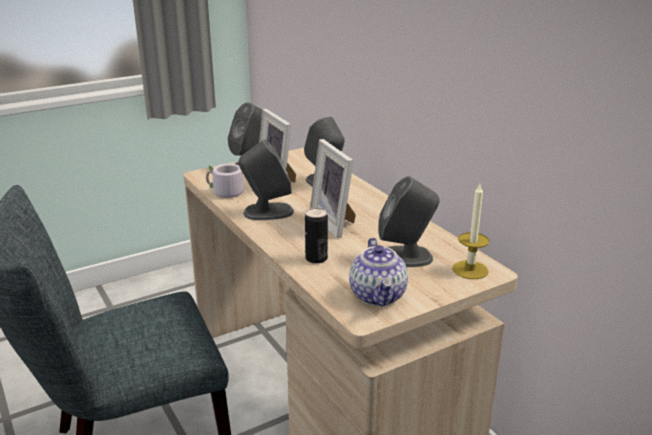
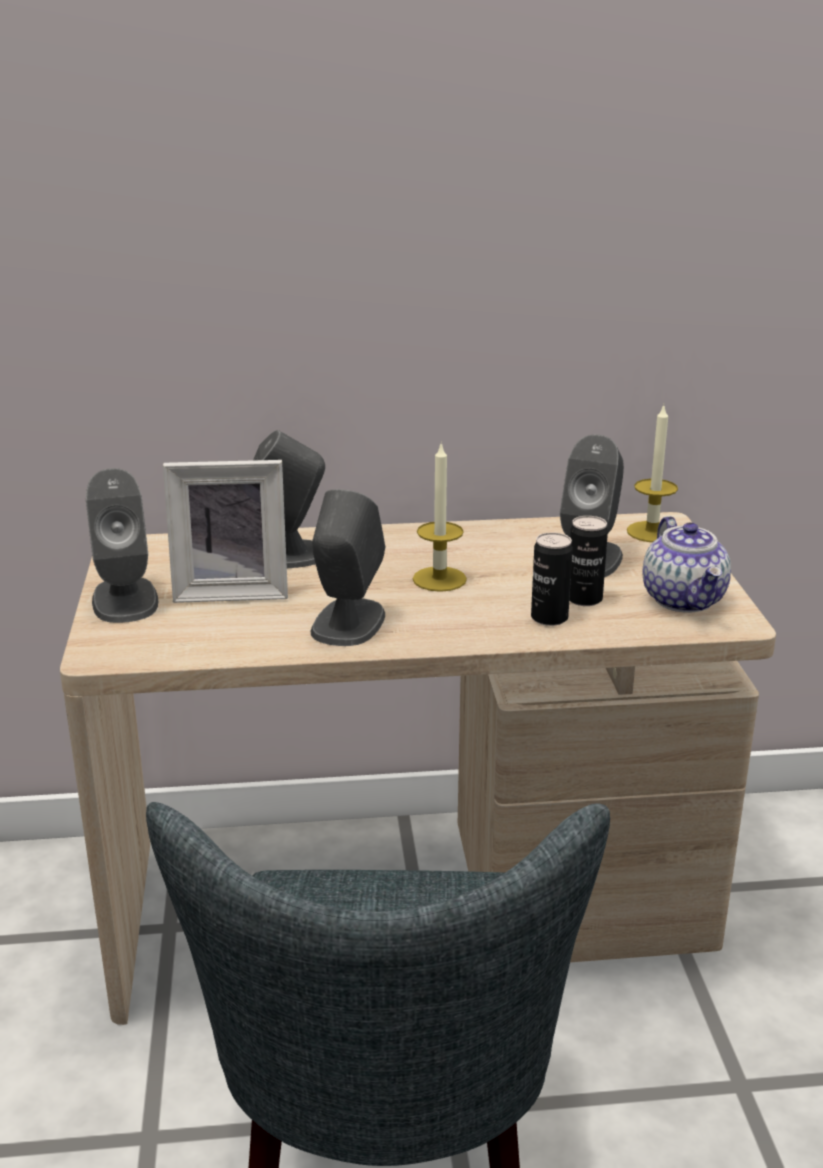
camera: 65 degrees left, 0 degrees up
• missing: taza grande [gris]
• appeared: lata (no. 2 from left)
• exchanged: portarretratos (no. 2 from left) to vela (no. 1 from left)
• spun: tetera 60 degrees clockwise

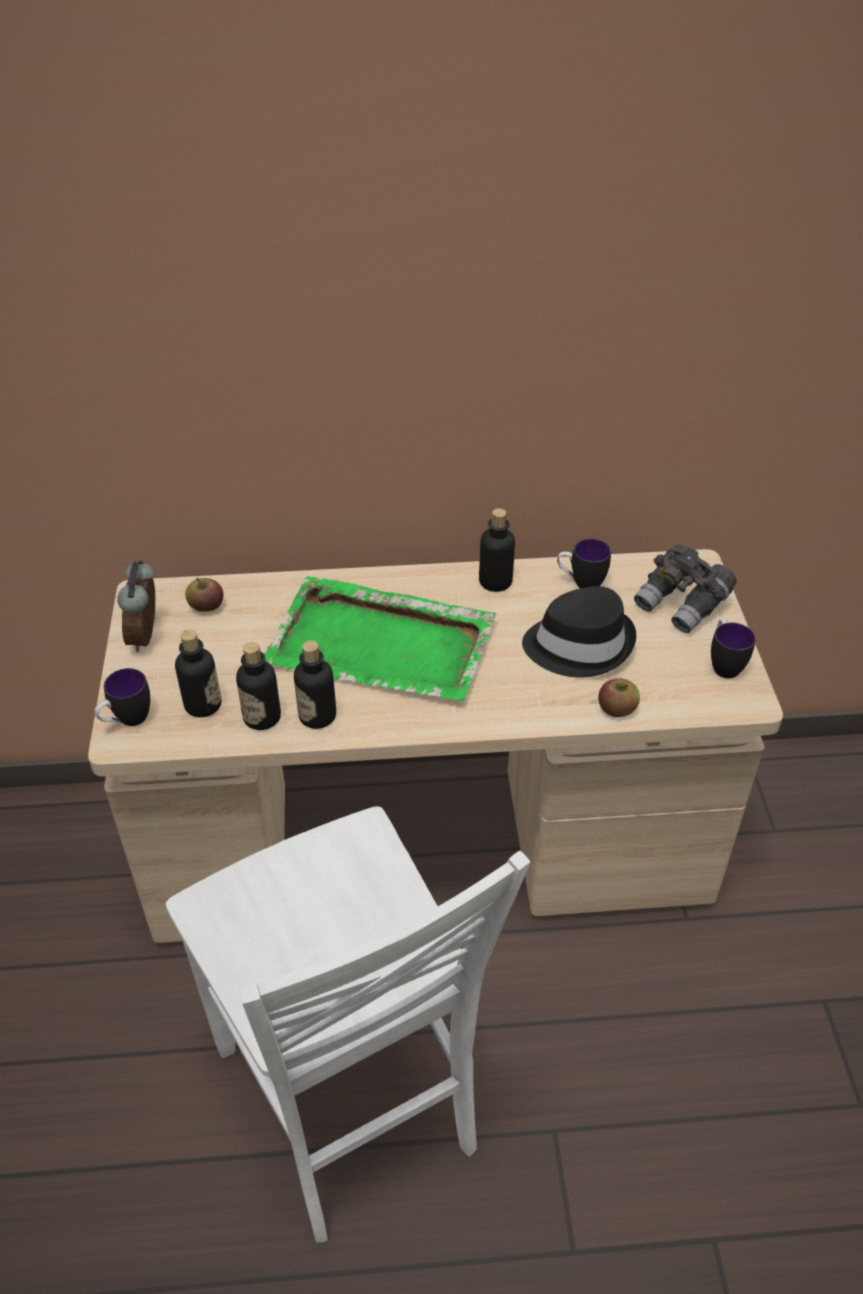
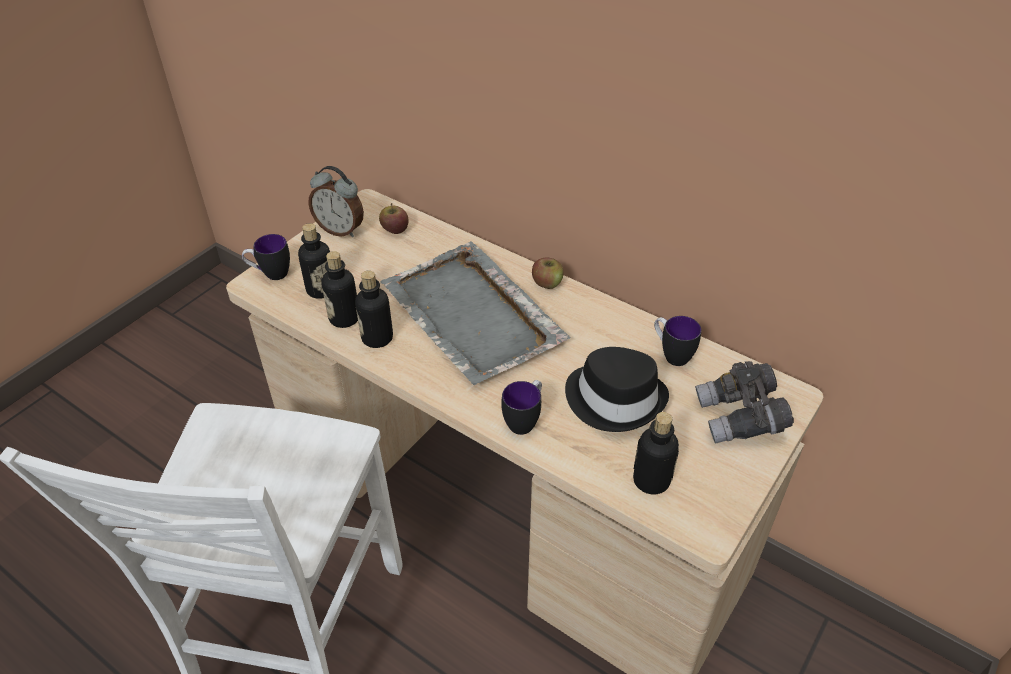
camera: 40 degrees right, 0 degrees up
• relocated: botella (no. 4 from left)
• relocated: manzana (no. 2 from left)
• relocated: taza grande (no. 3 from left in the first image) to taza grande (no. 2 from left)
• colour: bandeja [verde] to bandeja [gris]
• spun: despertador 105 degrees counterclockwise

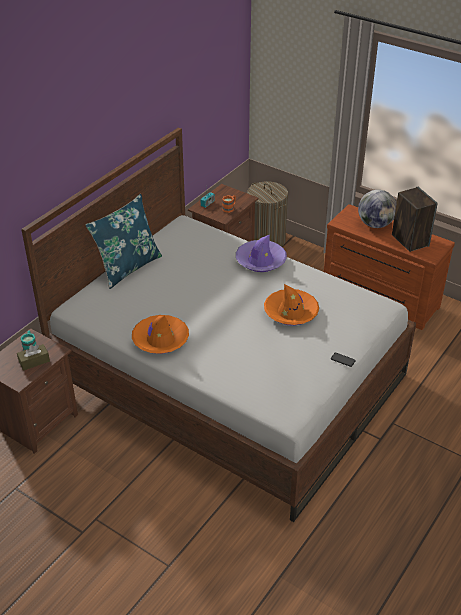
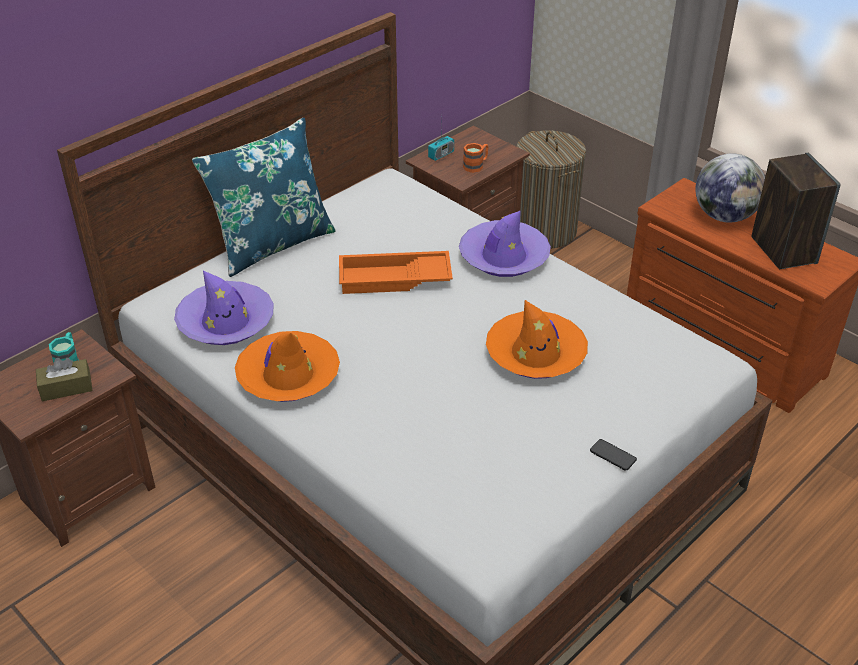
camera: 10 degrees right, 0 degrees up
• appeared: sombrero [morado] (no. 1 from left)
• appeared: bandeja [naranja]

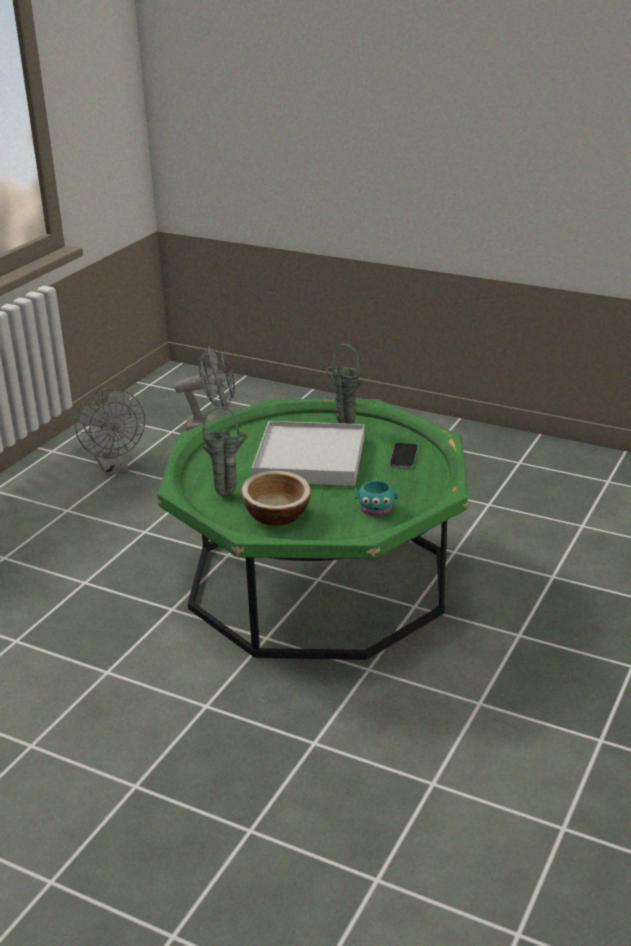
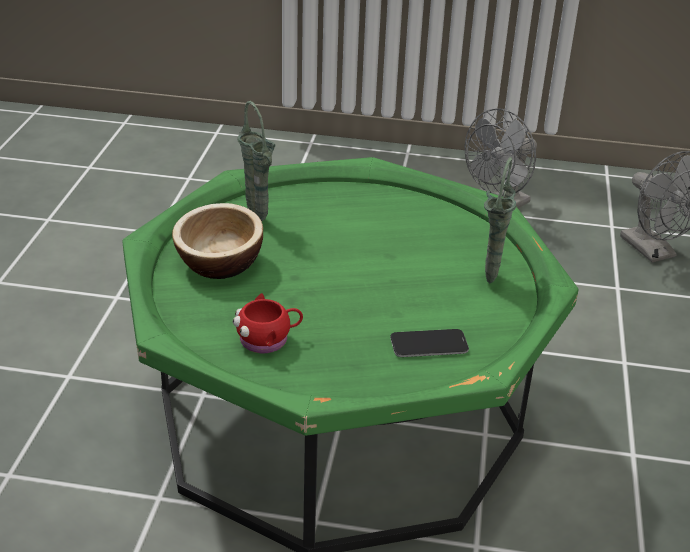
camera: 70 degrees right, 5 degrees up
• missing: bandeja [blanco]
• colour: taza grande [turquesa] to taza grande [rojo]

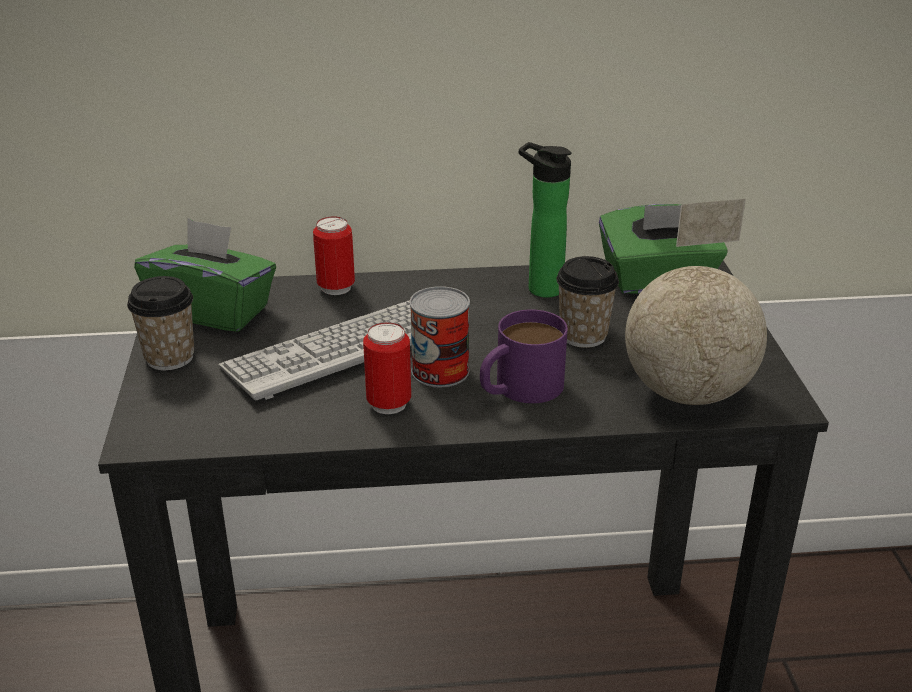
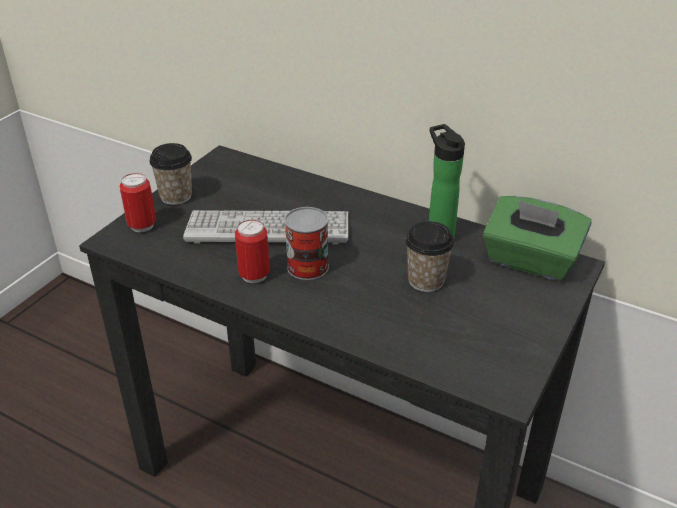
camera: 35 degrees right, 5 degrees up
• missing: caja de pañuelos [verde] (no. 1 from left)
• missing: taza grande [morado]
• missing: globo terráqueo
• relocated: lata (no. 1 from left)

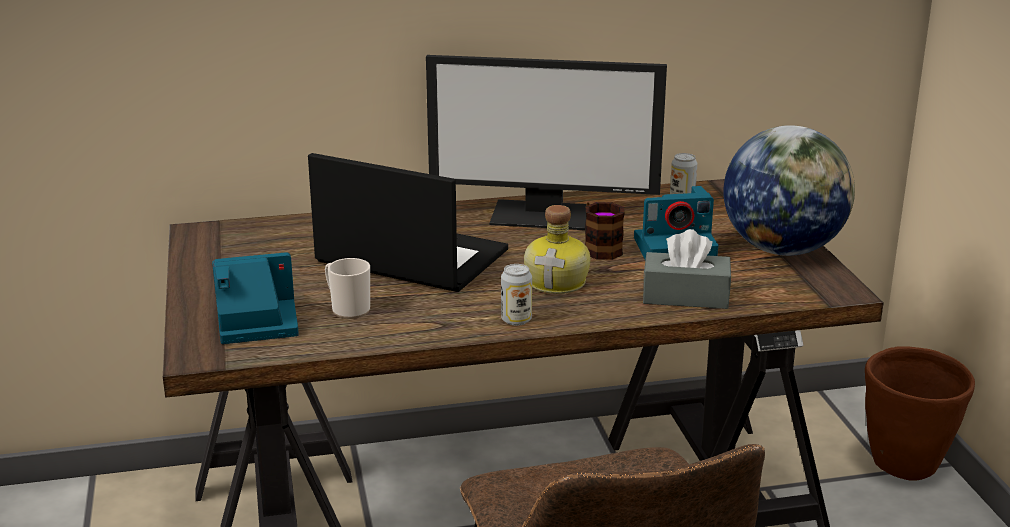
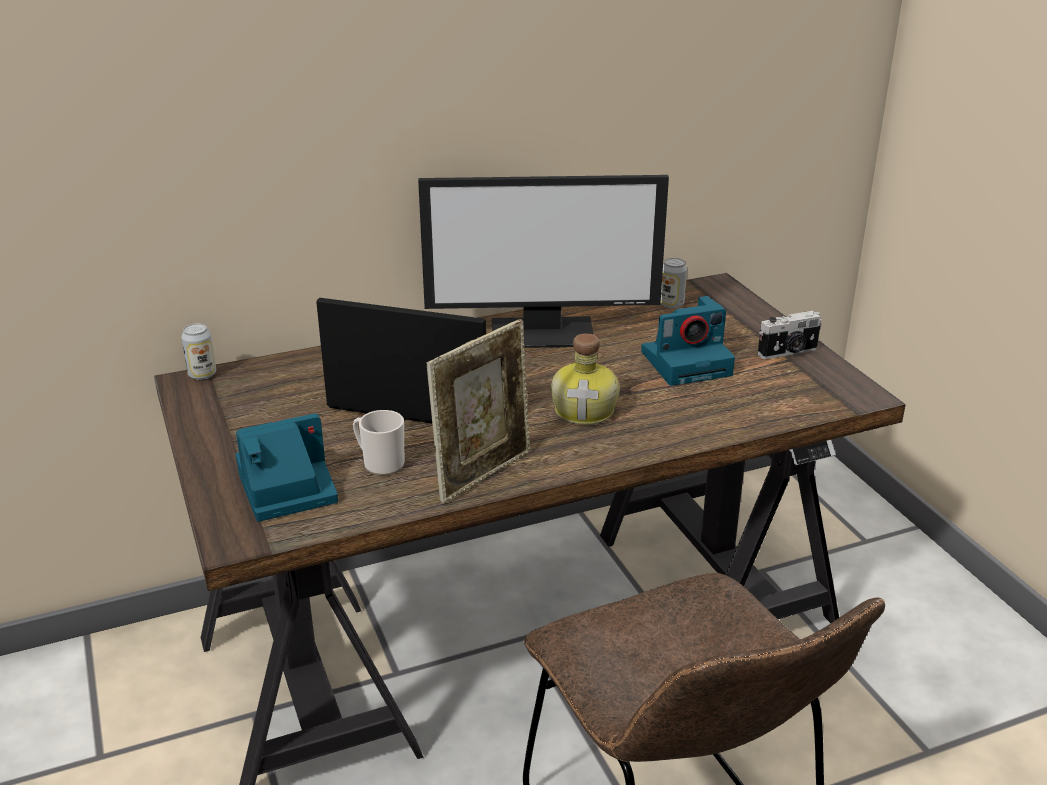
camera: 10 degrees left, 5 degrees up
• missing: taza grande (no. 2 from left)
• missing: caja de pañuelos [gris]
• missing: maceta [marrón]
• appeared: portarretratos
• relocated: lata (no. 1 from left)
• exchanged: globo terráqueo to cámara (no. 3 from left)

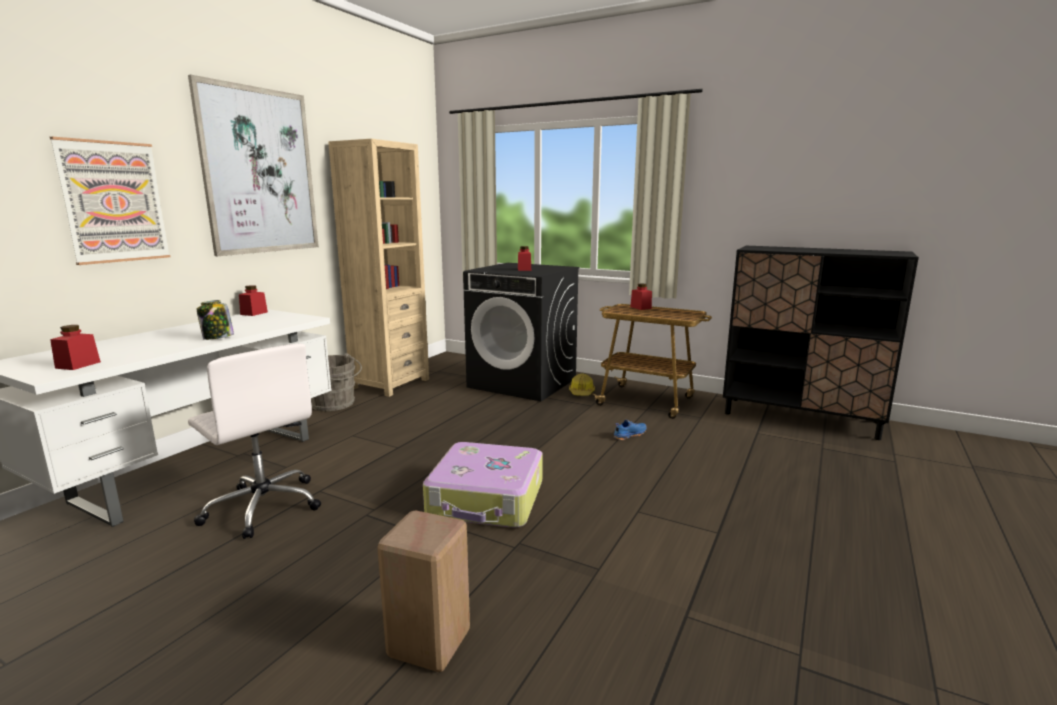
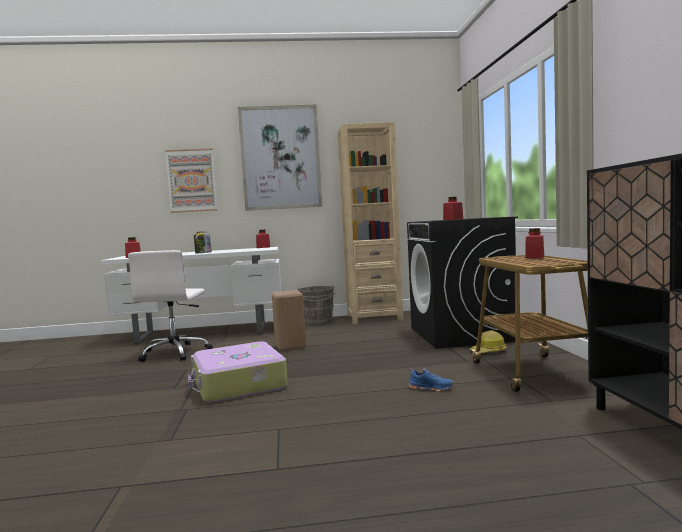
camera: 55 degrees right, 10 degrees down
• relocated: taburete [beis]

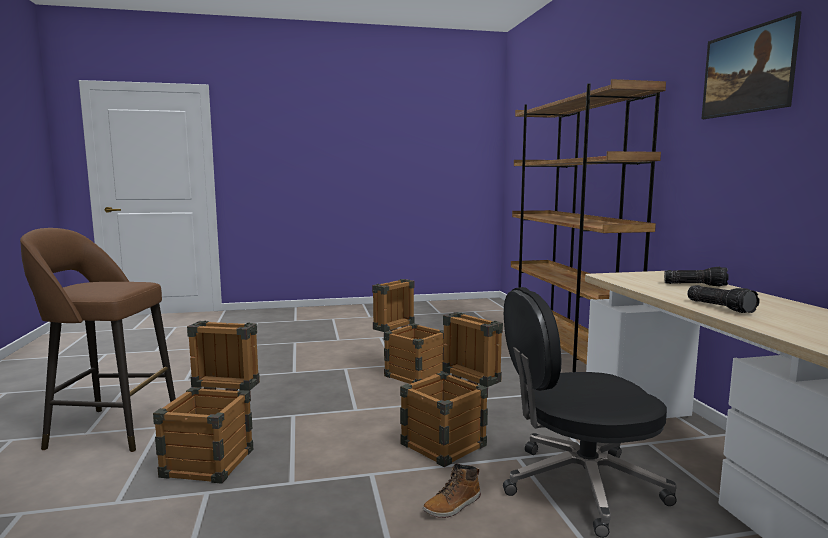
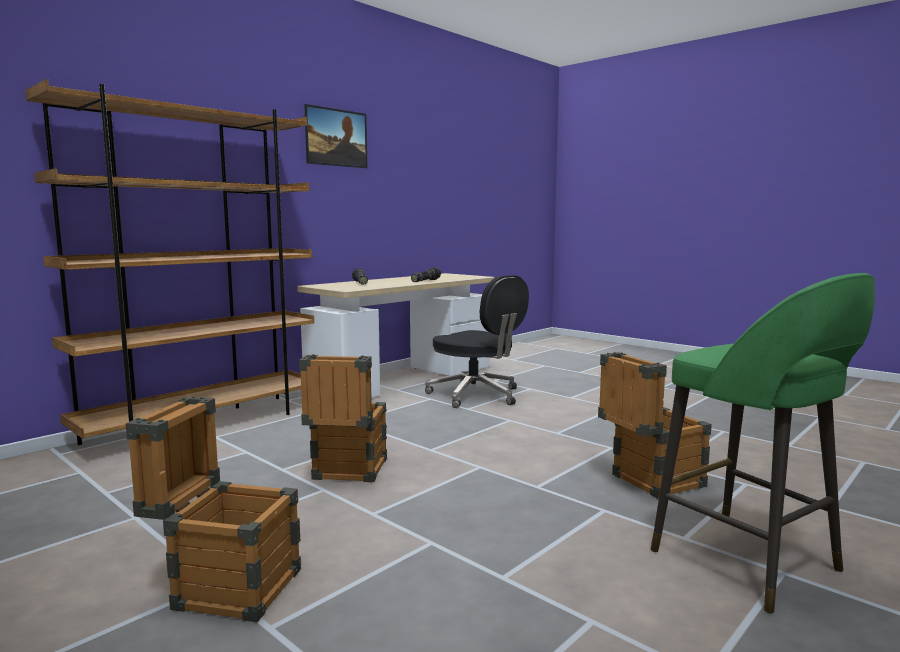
camera: 125 degrees left, 0 degrees up
• missing: bota
• relocated: caja de embalaje (no. 3 from left in the first image) to caja de embalaje (no. 1 from left)
• colour: taburete [marrón] to taburete [verde]

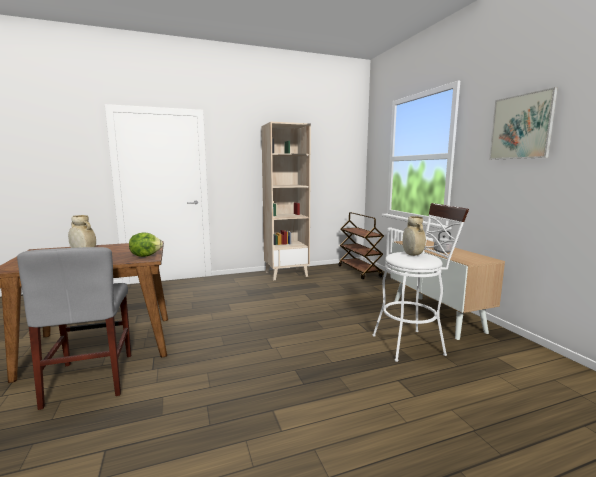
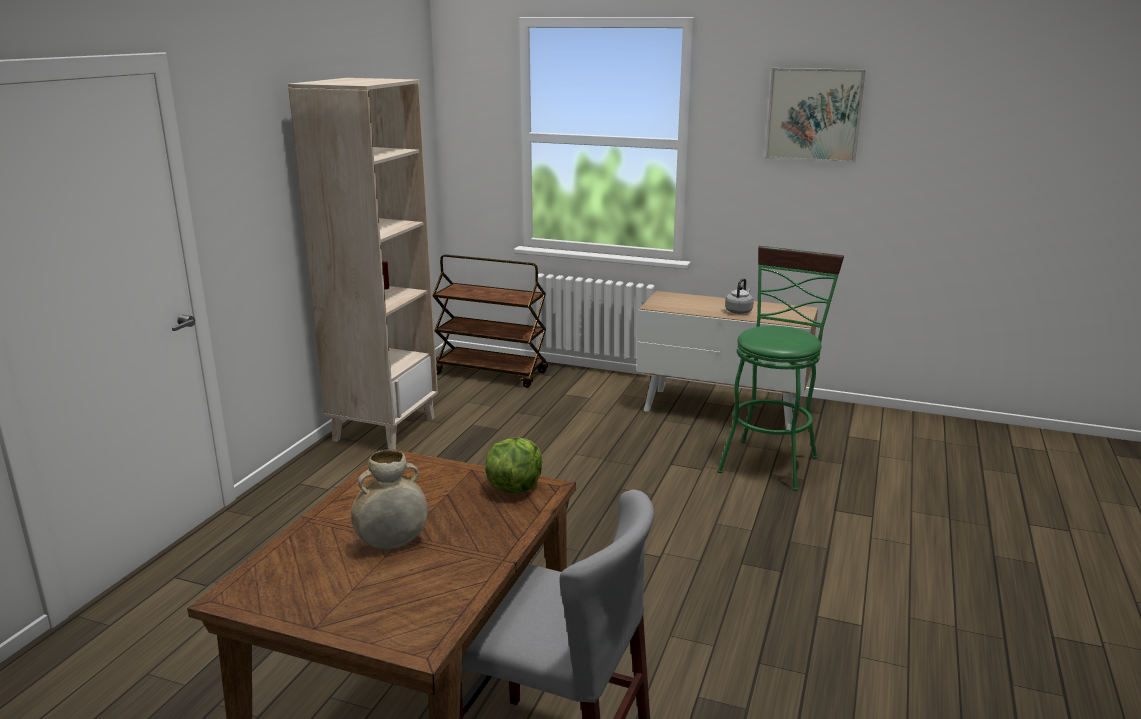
camera: 50 degrees left, 10 degrees up
• missing: florero [beis] (no. 2 from left)
• colour: taburete [blanco] to taburete [verde]

